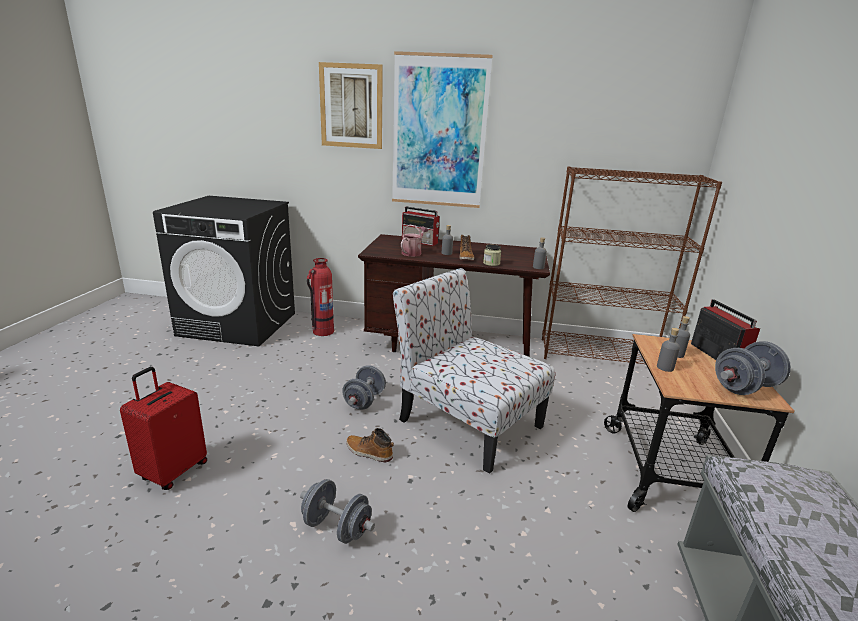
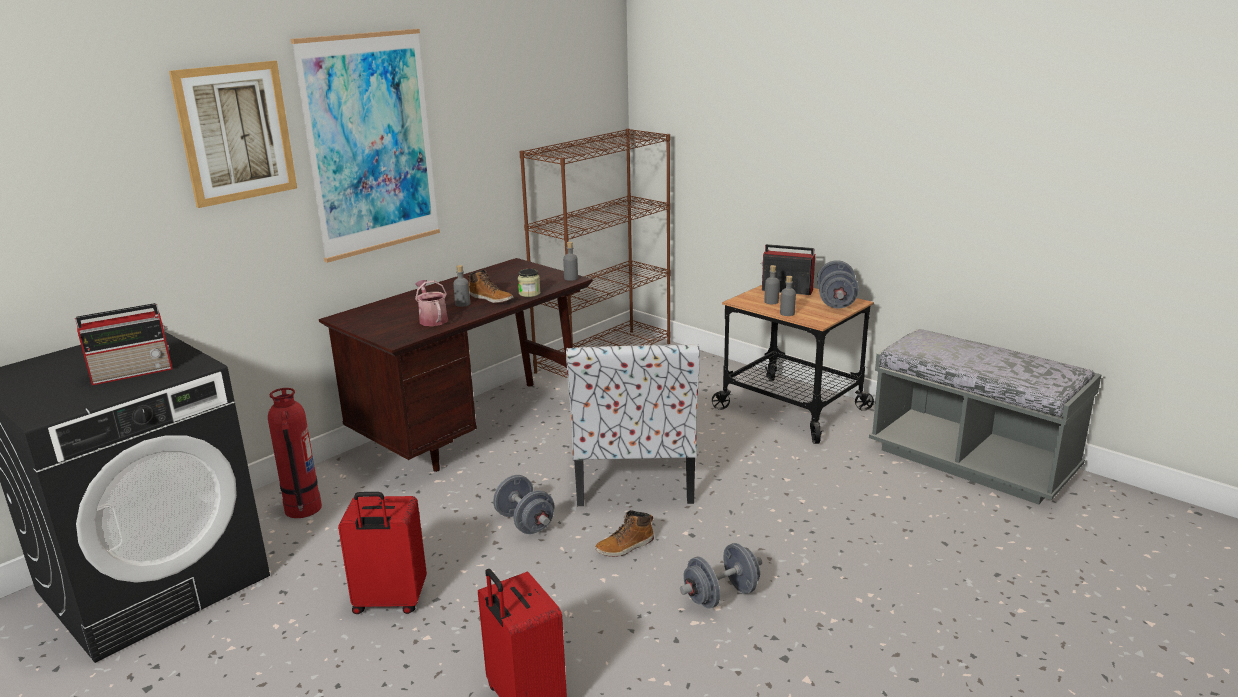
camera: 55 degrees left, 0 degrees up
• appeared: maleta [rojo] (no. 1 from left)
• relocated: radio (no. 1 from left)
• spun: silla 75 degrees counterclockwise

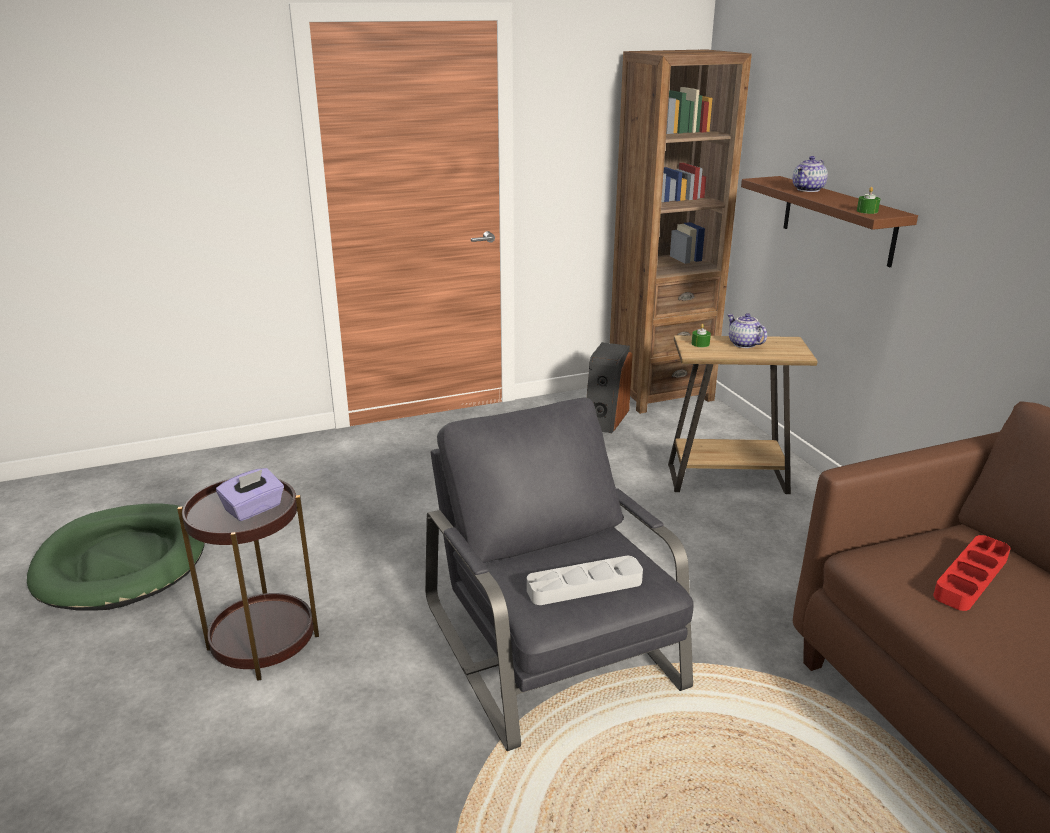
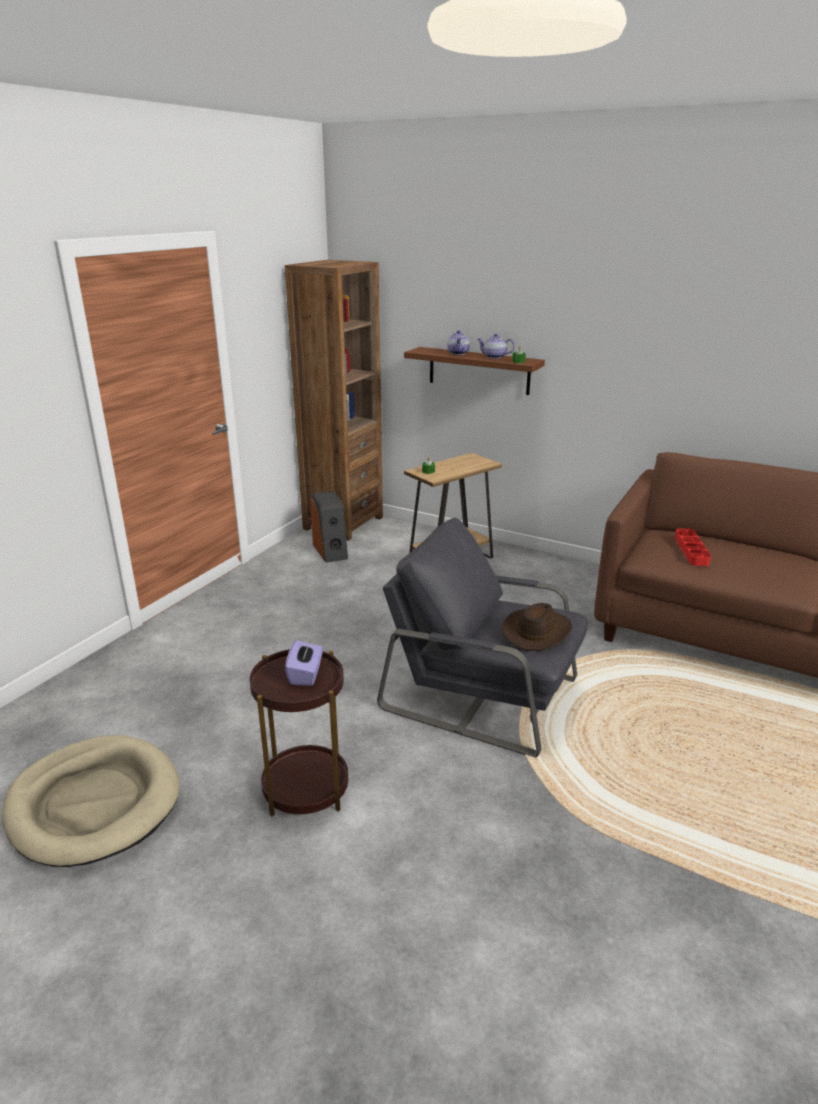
camera: 40 degrees left, 0 degrees up
• relocated: tetera (no. 1 from left in the first image) to tetera (no. 2 from left)
• exchanged: bandeja [gris] to sombrero [marrón]
• colour: cama para perro [verde] to cama para perro [beis]

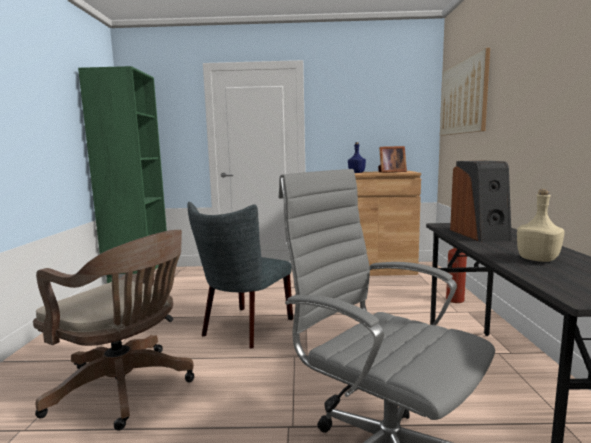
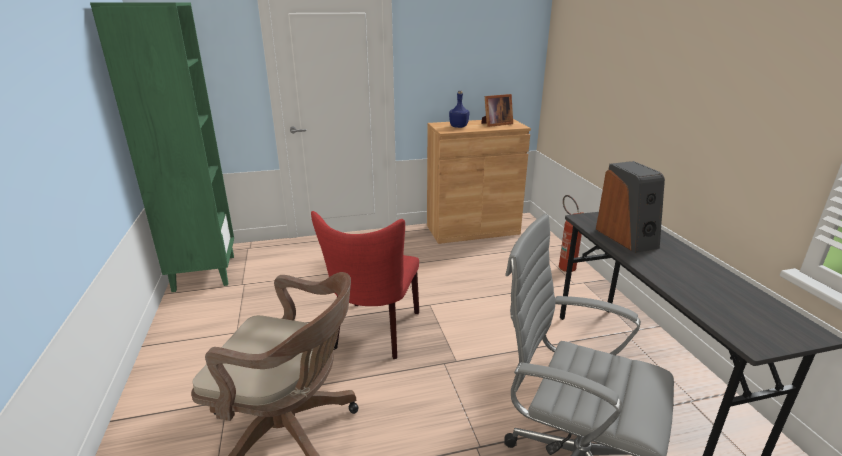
camera: 15 degrees left, 15 degrees up
• missing: cuadro
• missing: botella [beis]
• colour: silla [gris] to silla [rojo]

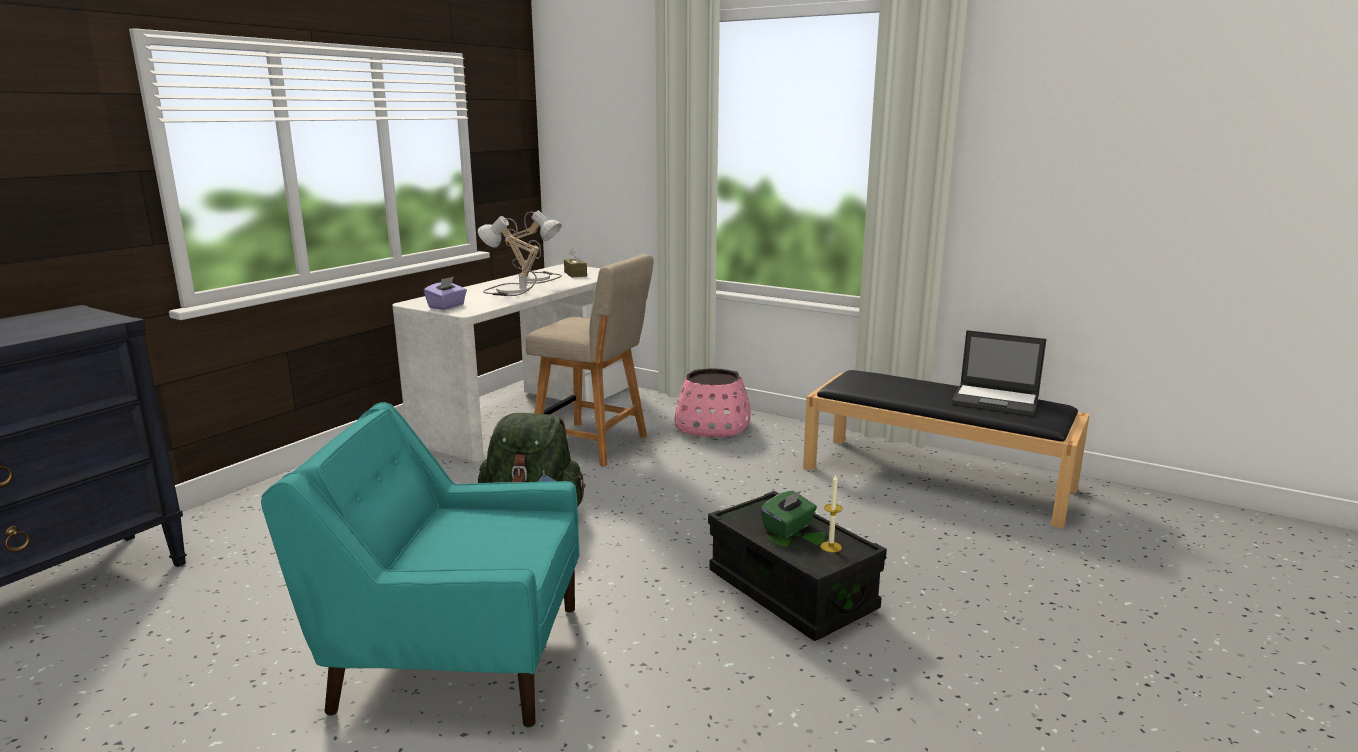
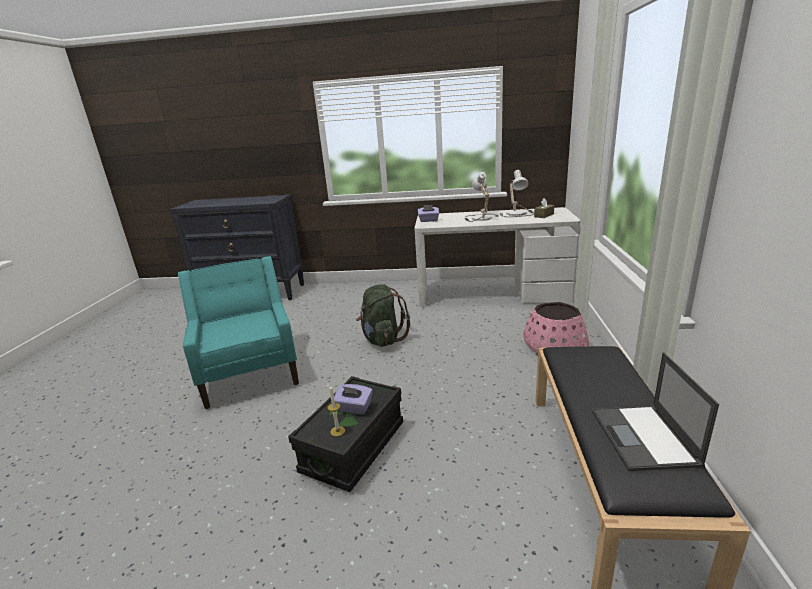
camera: 65 degrees right, 5 degrees up
• missing: silla [beis]
• colour: caja de pañuelos [verde] to caja de pañuelos [morado] (no. 1 from left)

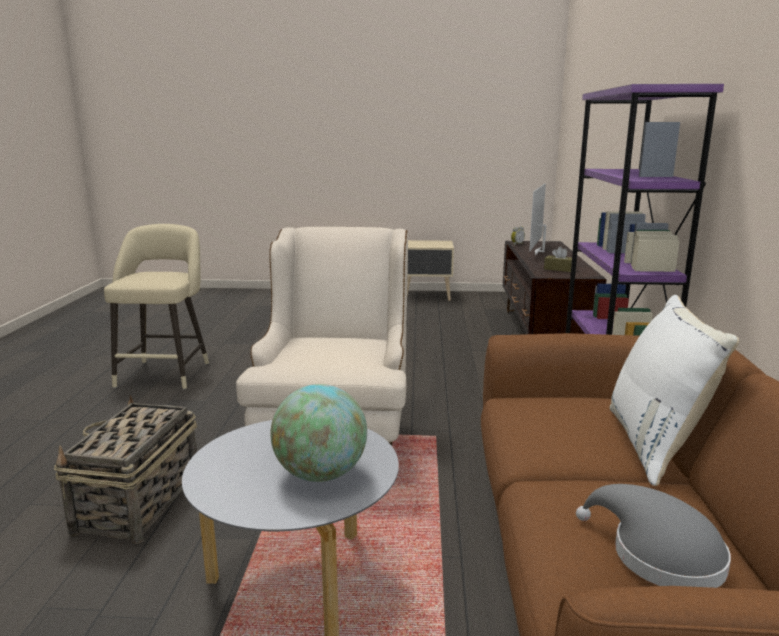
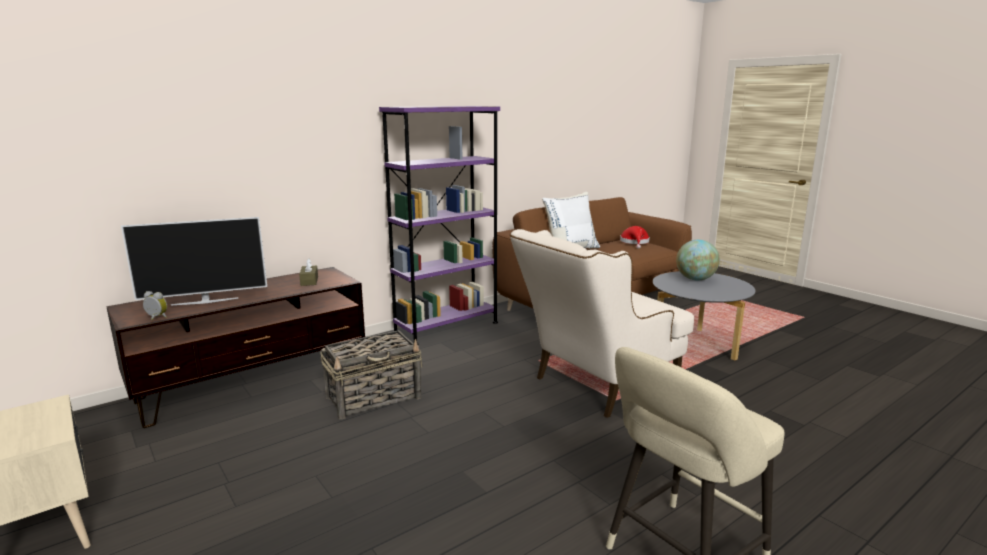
camera: 130 degrees left, 0 degrees up
• relocated: cesta
• colour: sombrero [gris] to sombrero [rojo]

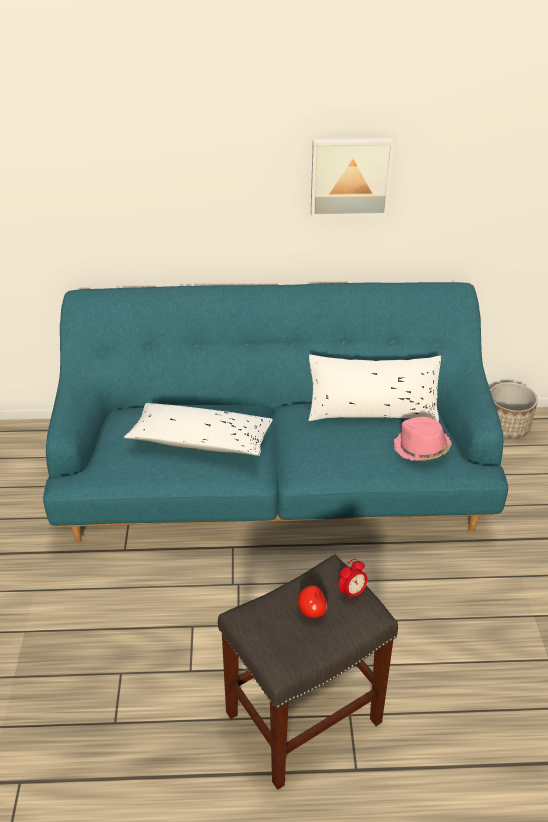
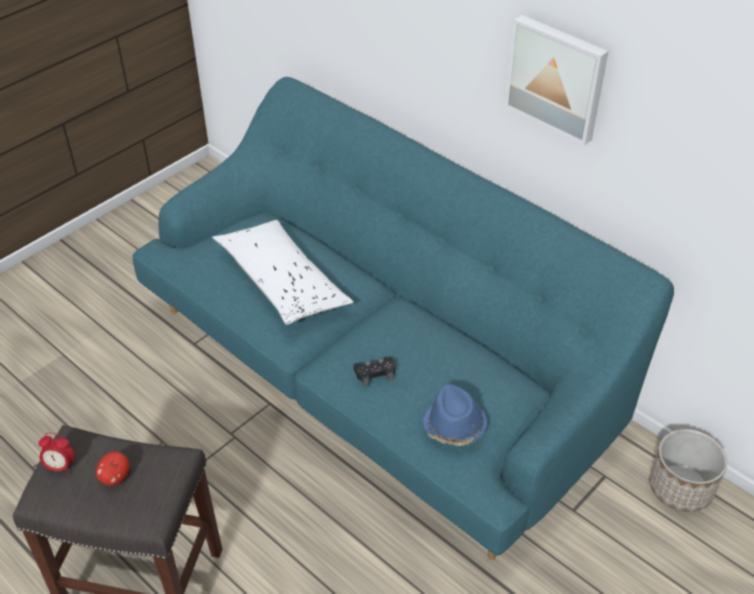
camera: 45 degrees right, 5 degrees up
• missing: cojín [blanco] (no. 2 from left)
• appeared: mando de consola [negro]
• relocated: despertador
• colour: sombrero [rosa] to sombrero [azul]

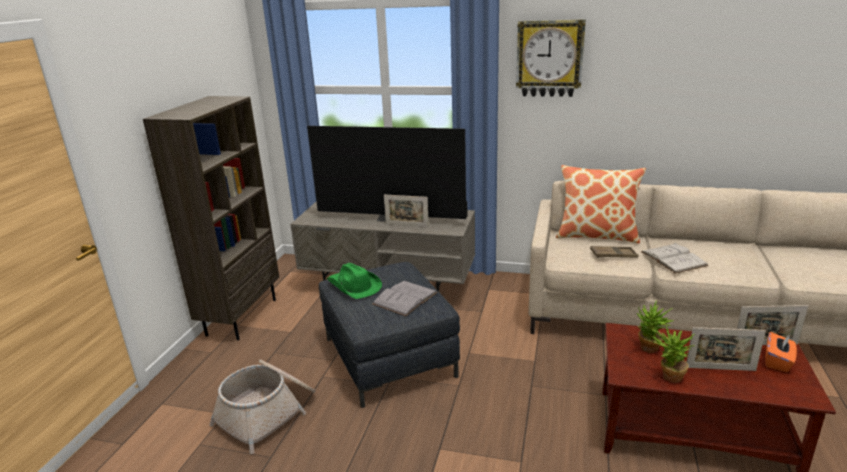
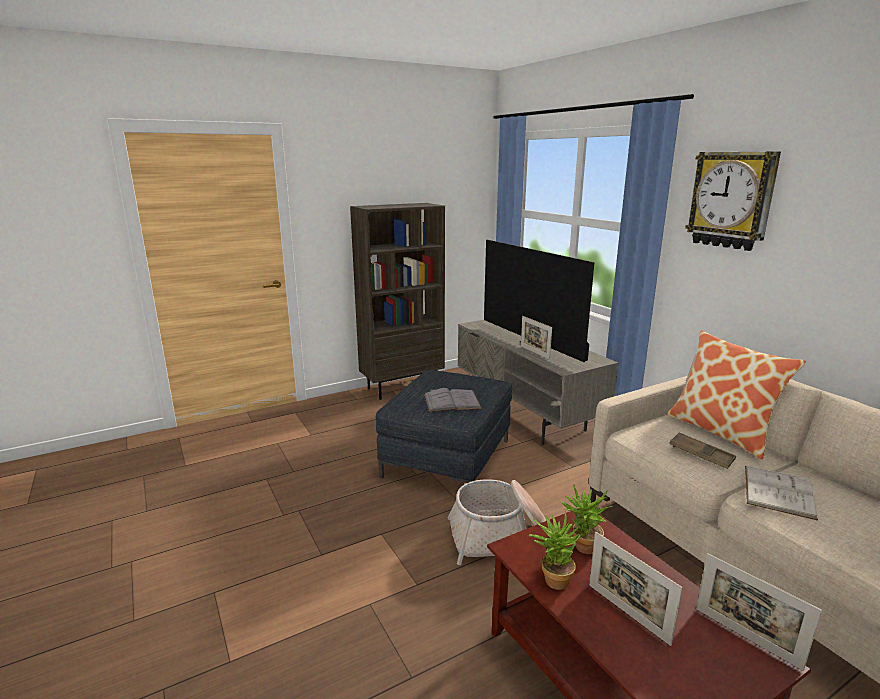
camera: 45 degrees right, 5 degrees down
• missing: sombrero [verde]
• missing: caja de pañuelos [naranja]
• relocated: cesta

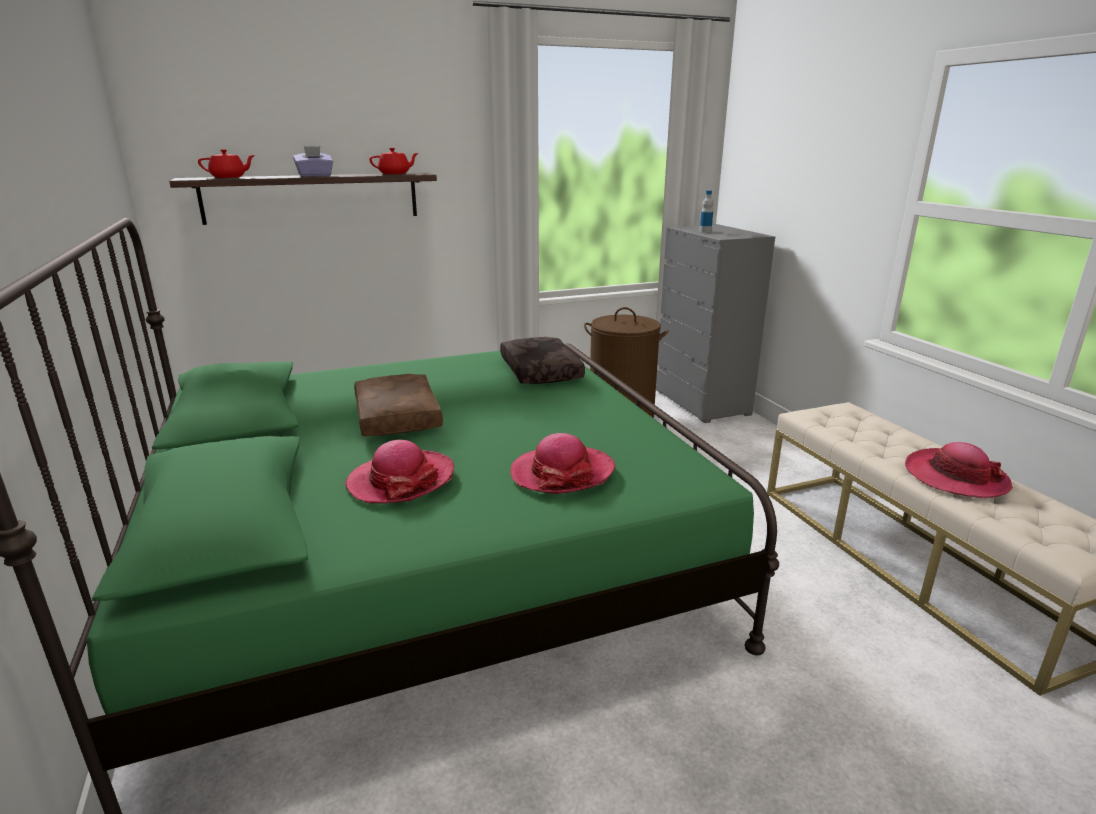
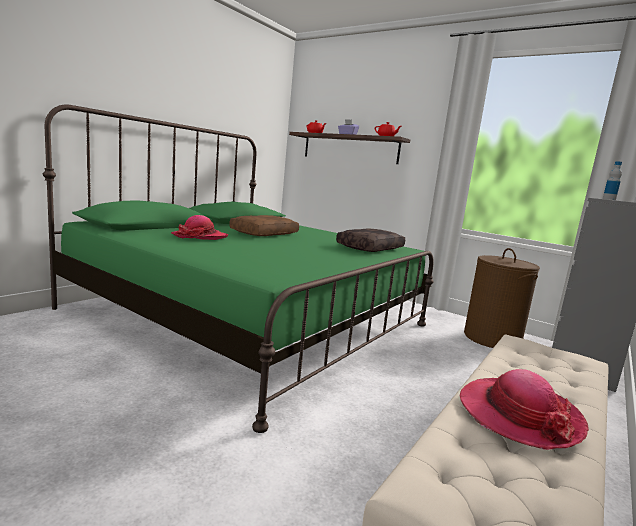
camera: 55 degrees right, 10 degrees down
• missing: sombrero (no. 2 from left)

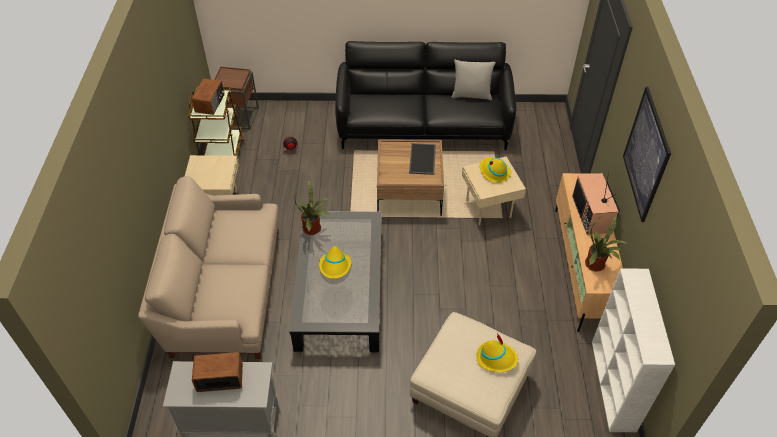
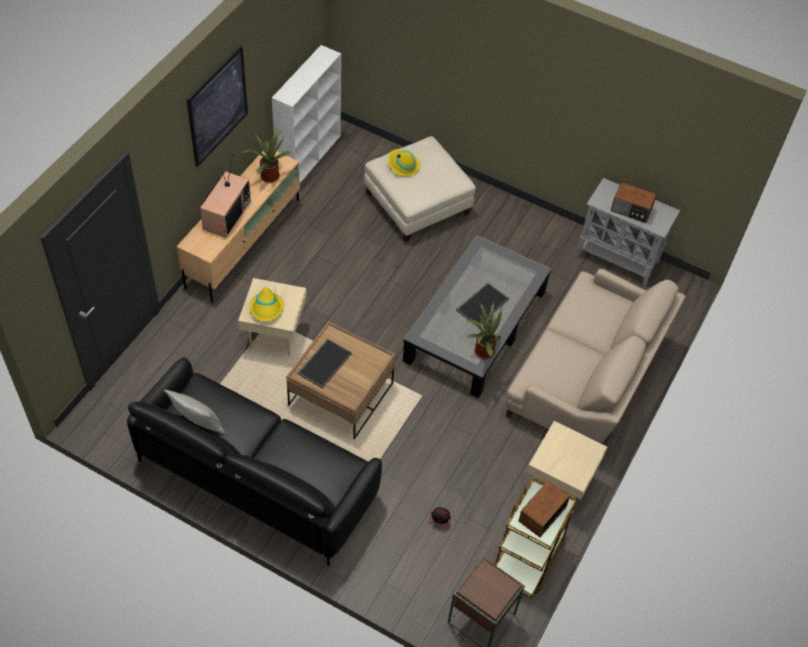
camera: 155 degrees left, 5 degrees up
• exchanged: sombrero [amarillo] (no. 1 from left) to bandeja (no. 2 from left)

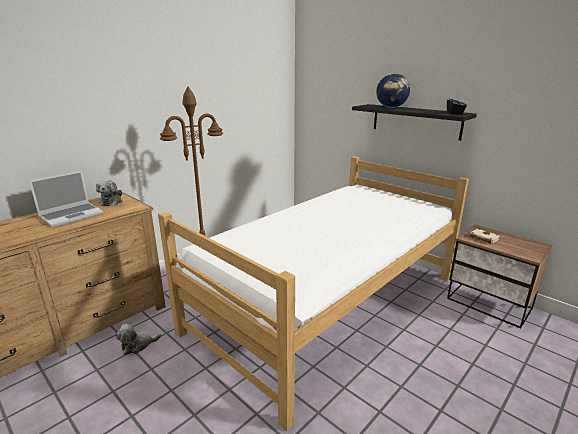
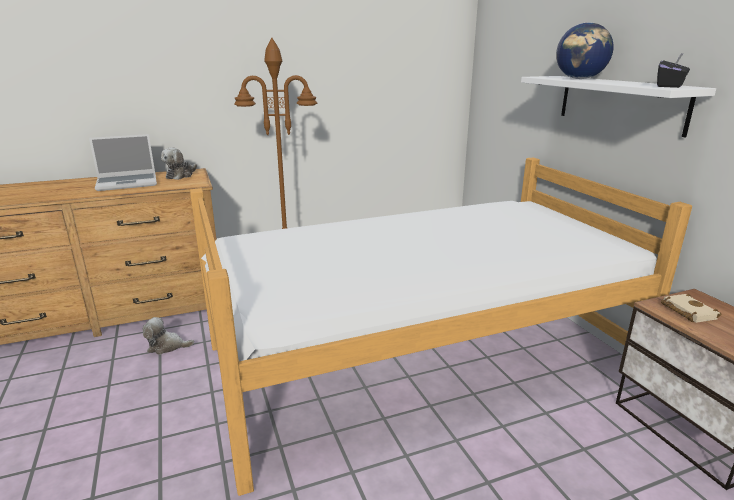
camera: 25 degrees right, 0 degrees up
• colour: estante [negro] to estante [blanco]

